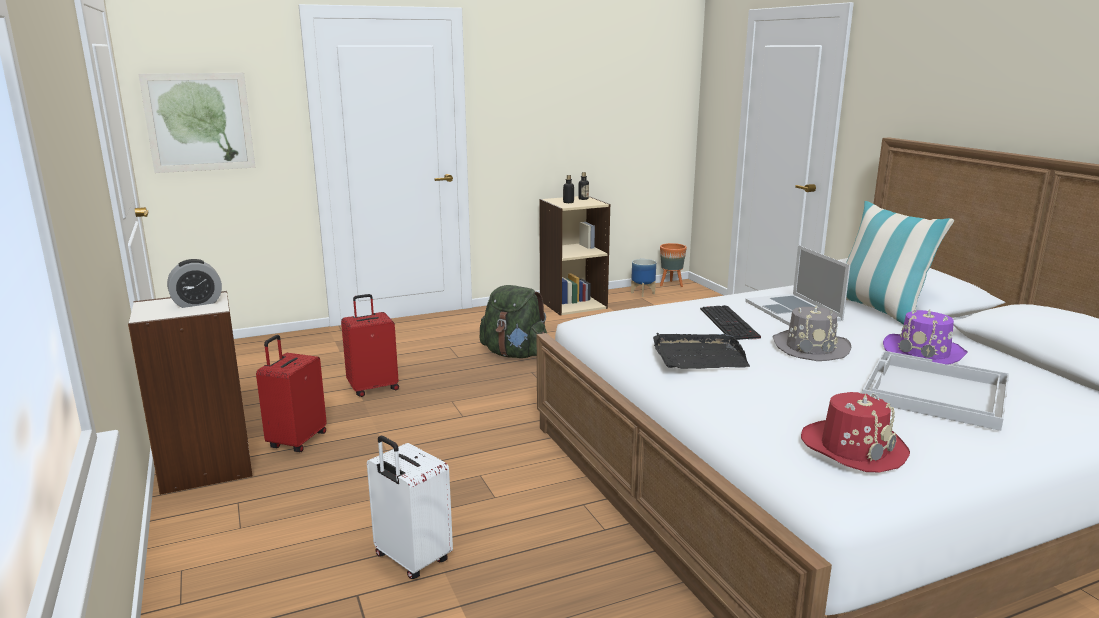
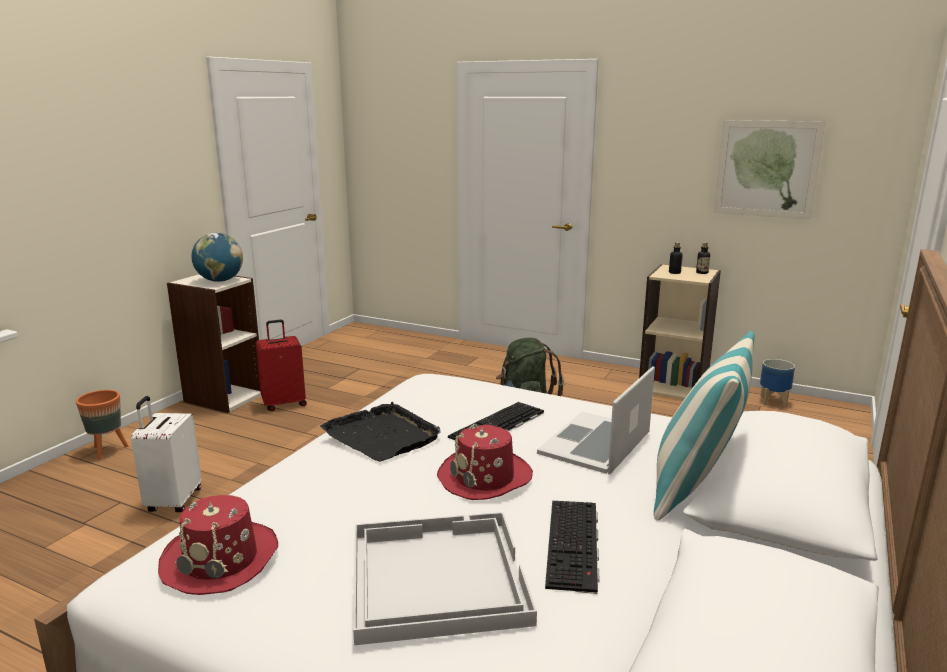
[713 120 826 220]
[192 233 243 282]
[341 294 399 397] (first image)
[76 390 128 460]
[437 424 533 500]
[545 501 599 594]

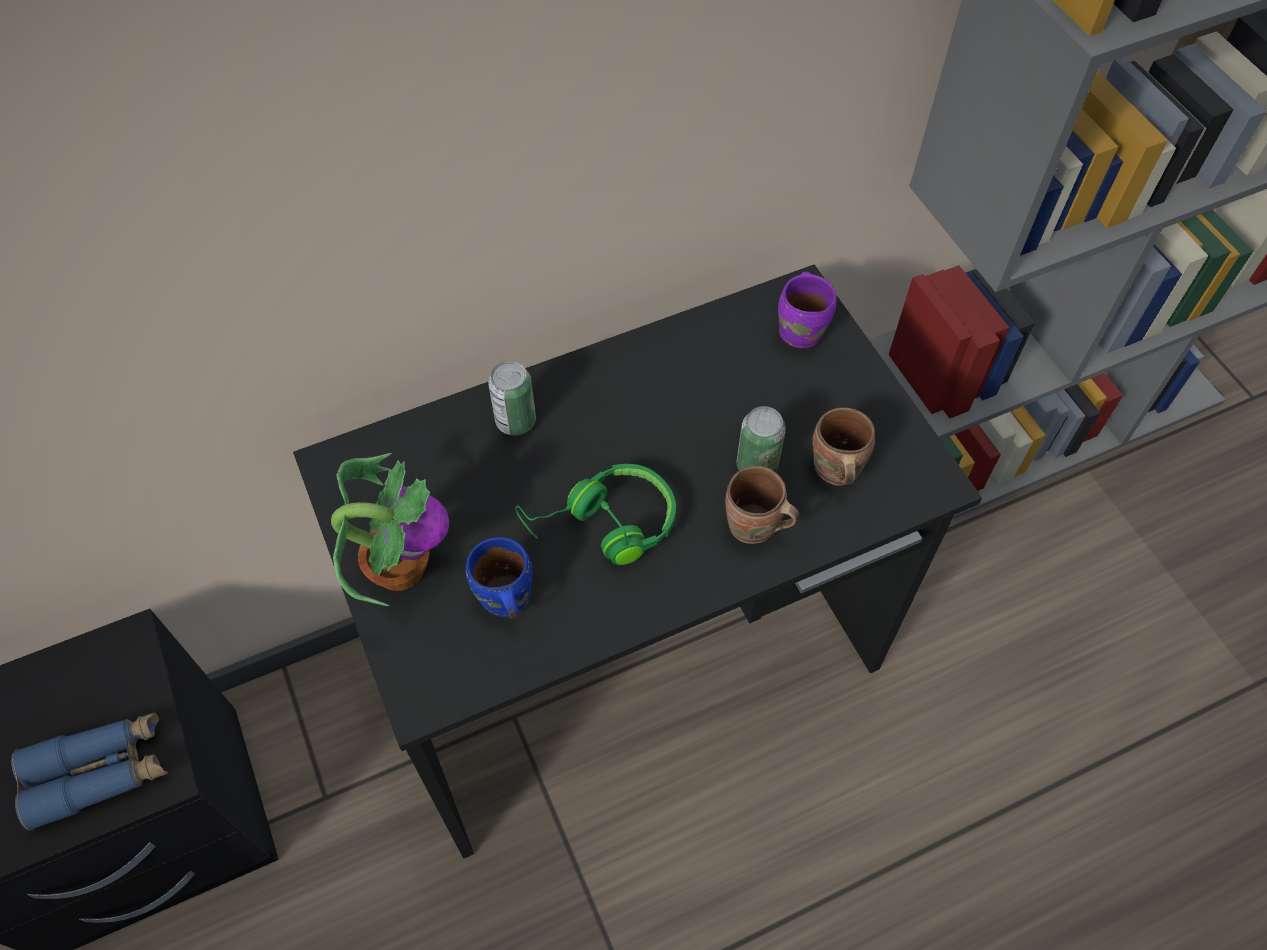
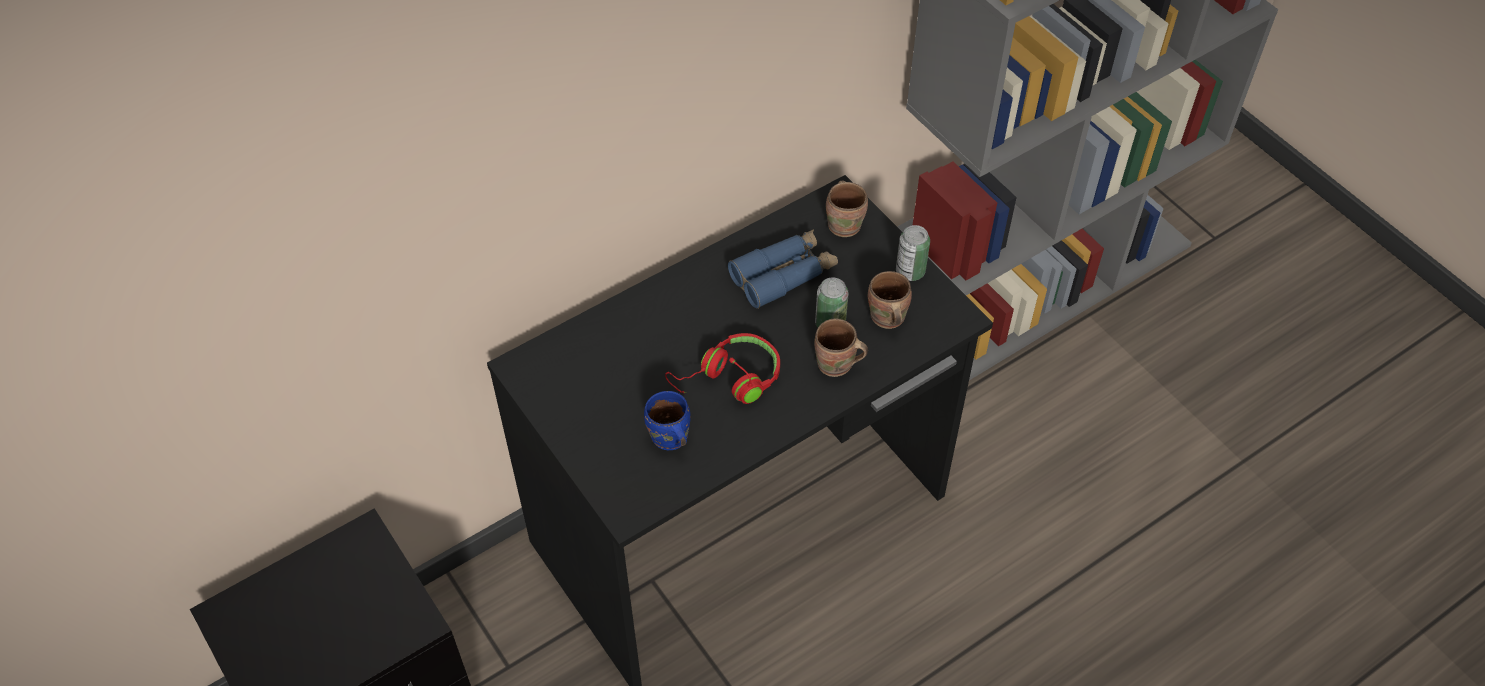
[728 229 838 309]
[331 453 449 606] (first image)
[896 225 930 281]
[665 333 780 404]
[826 181 868 237]

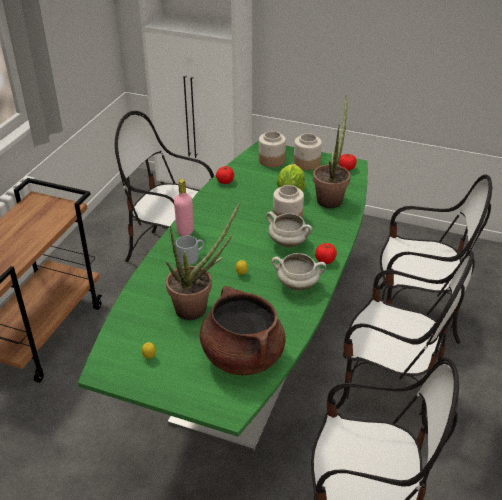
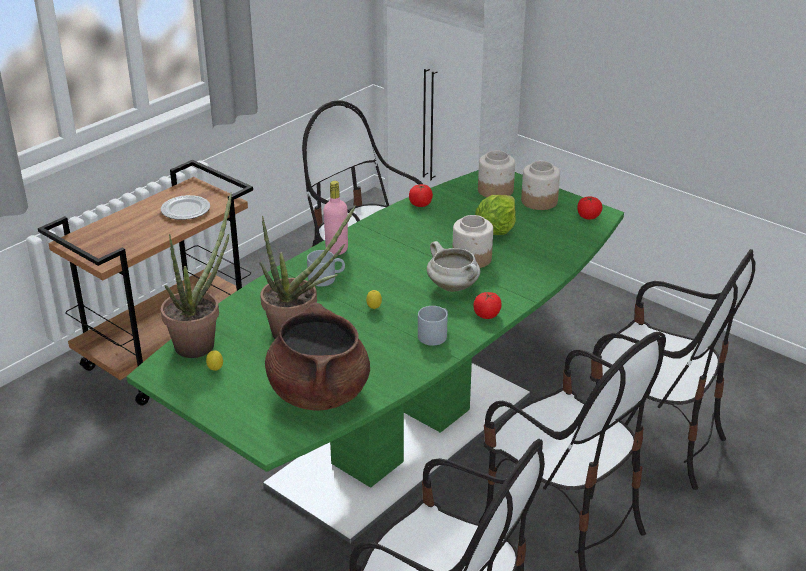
[418 306 448 346]
[161 192 232 358]
[161 195 210 220]

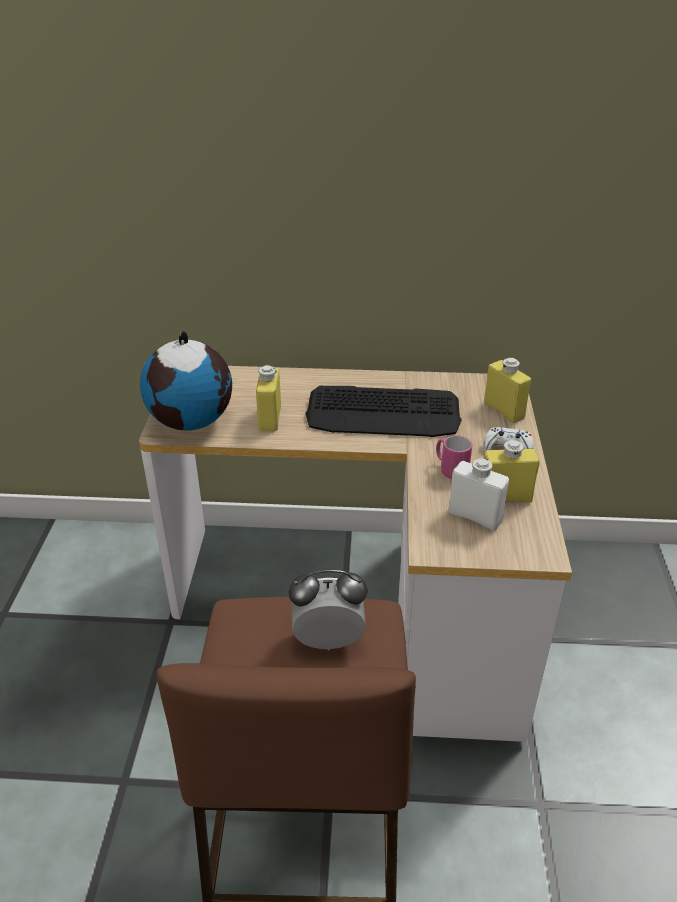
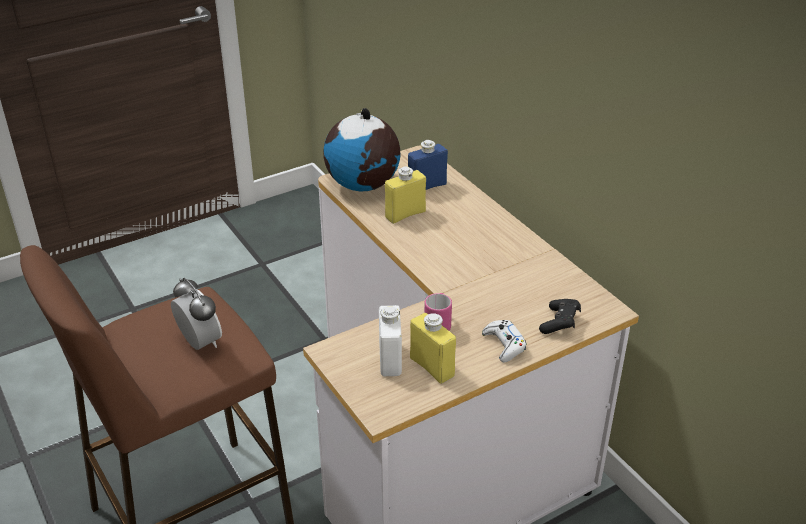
[305 386 462 437] (first image)
[539 299 581 334]
[408 140 448 190]

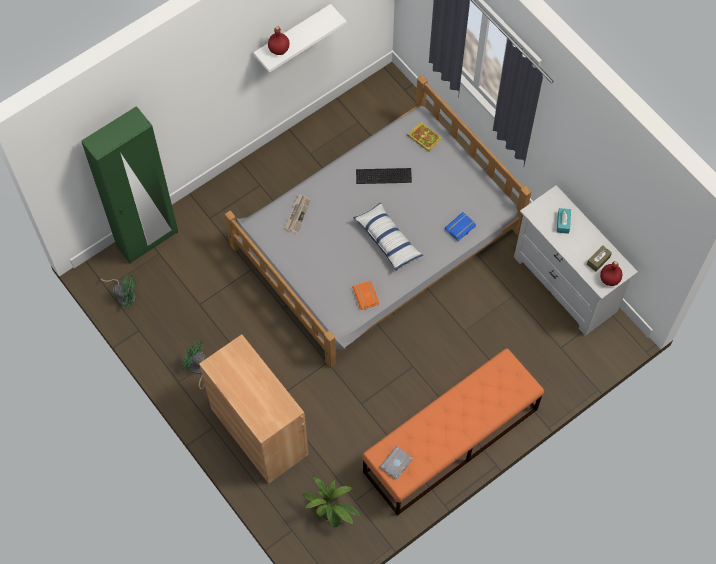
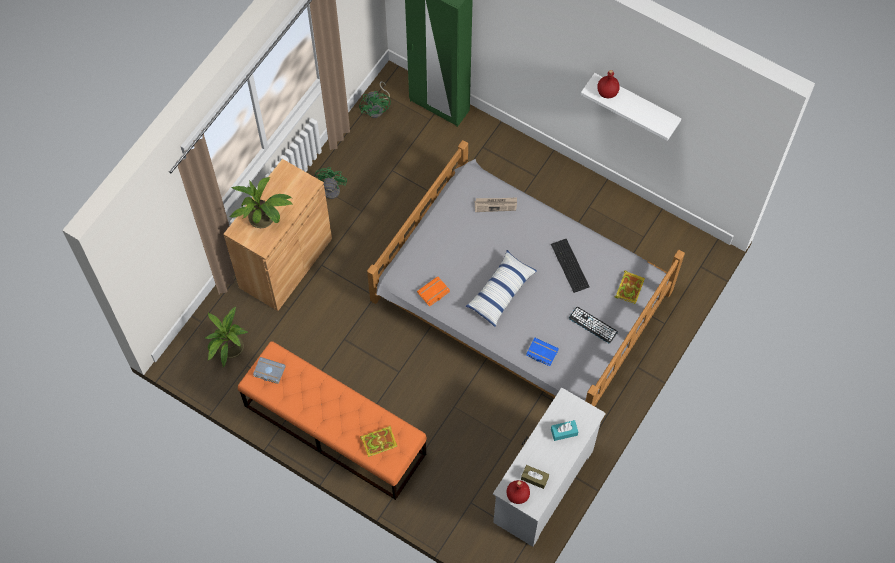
[229 177 293 228]
[360 426 397 457]
[569 307 618 344]

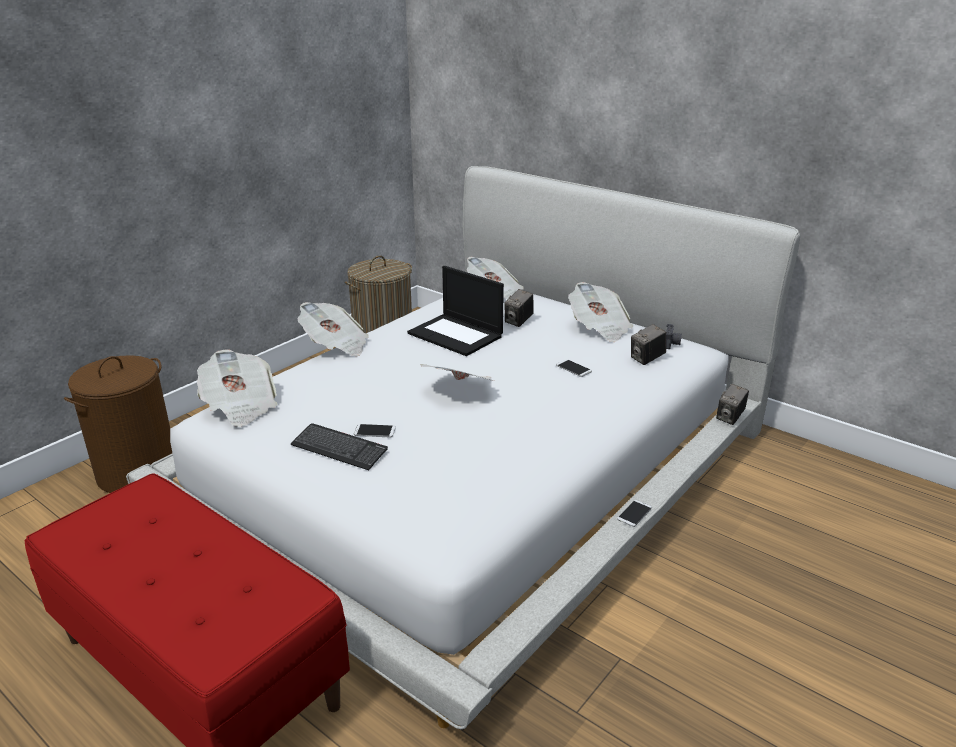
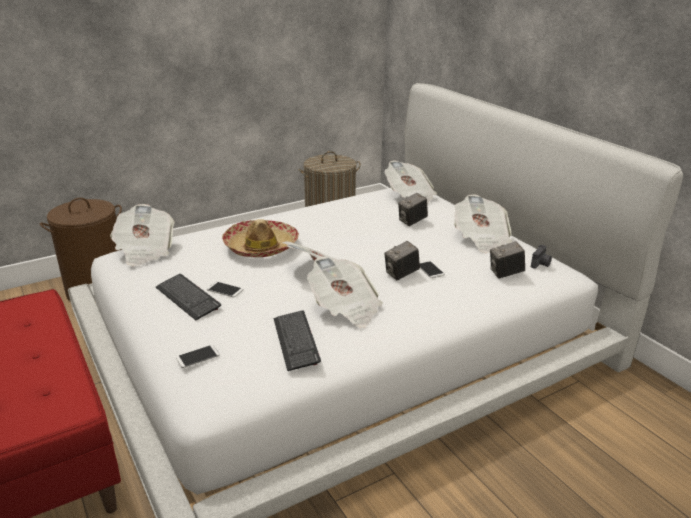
[307 256 383 328]
[407 266 504 356] (first image)
[176 345 220 368]
[384 241 420 280]
[222 219 299 257]
[274 311 321 371]

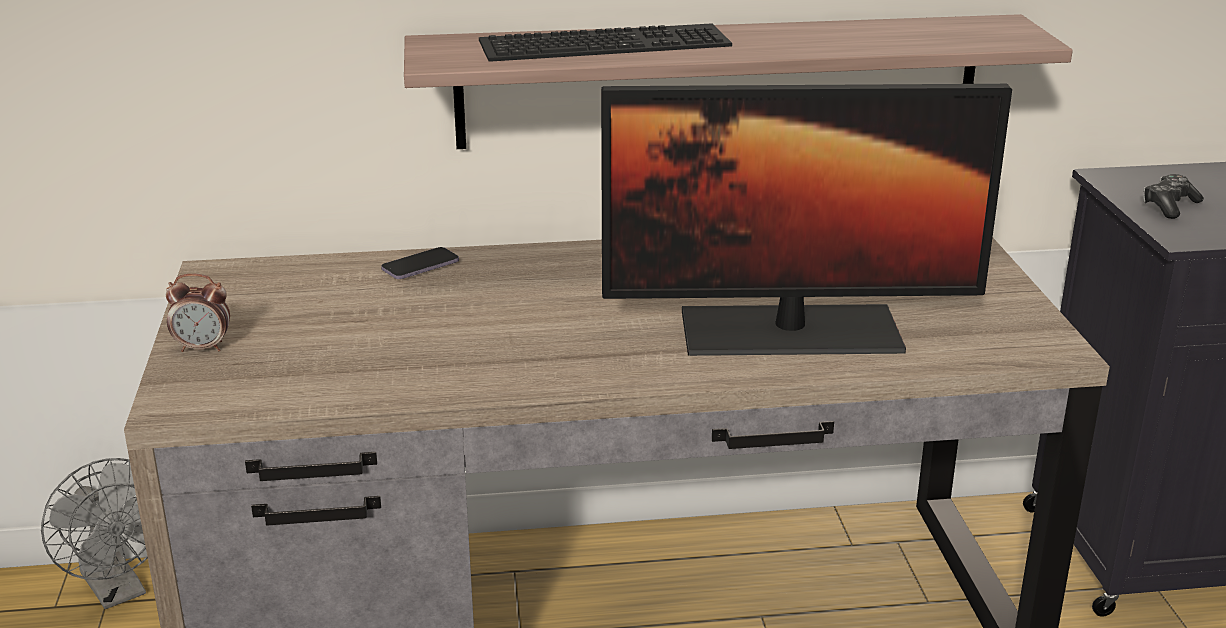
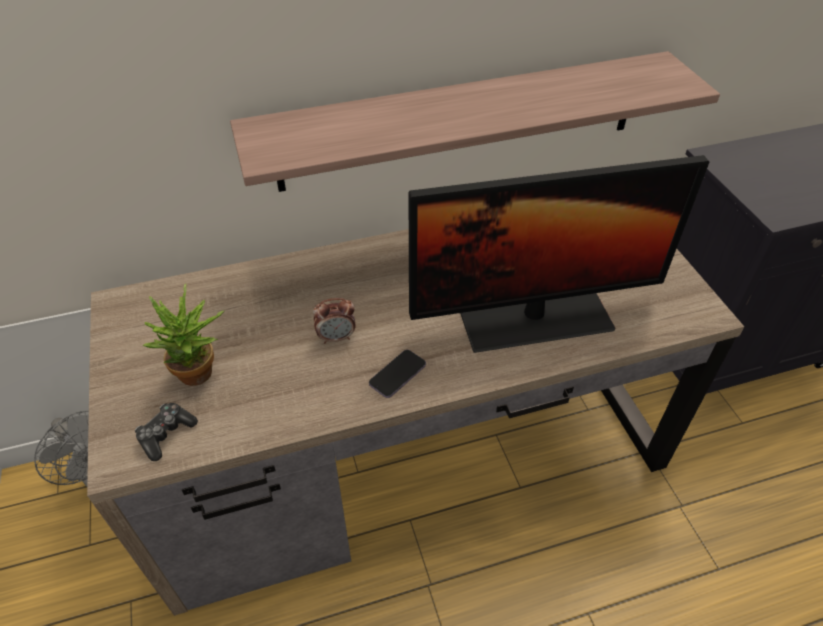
[313 298 355 344]
[369 350 426 398]
[479 23 732 62] (first image)
[135 403 198 461]
[143 284 224 386]

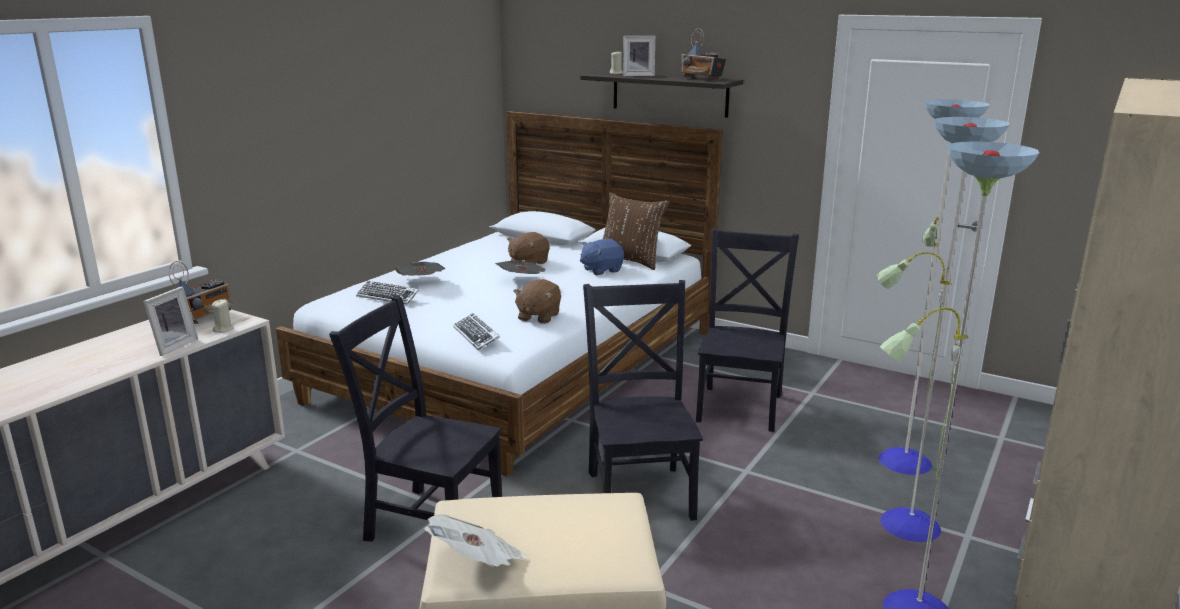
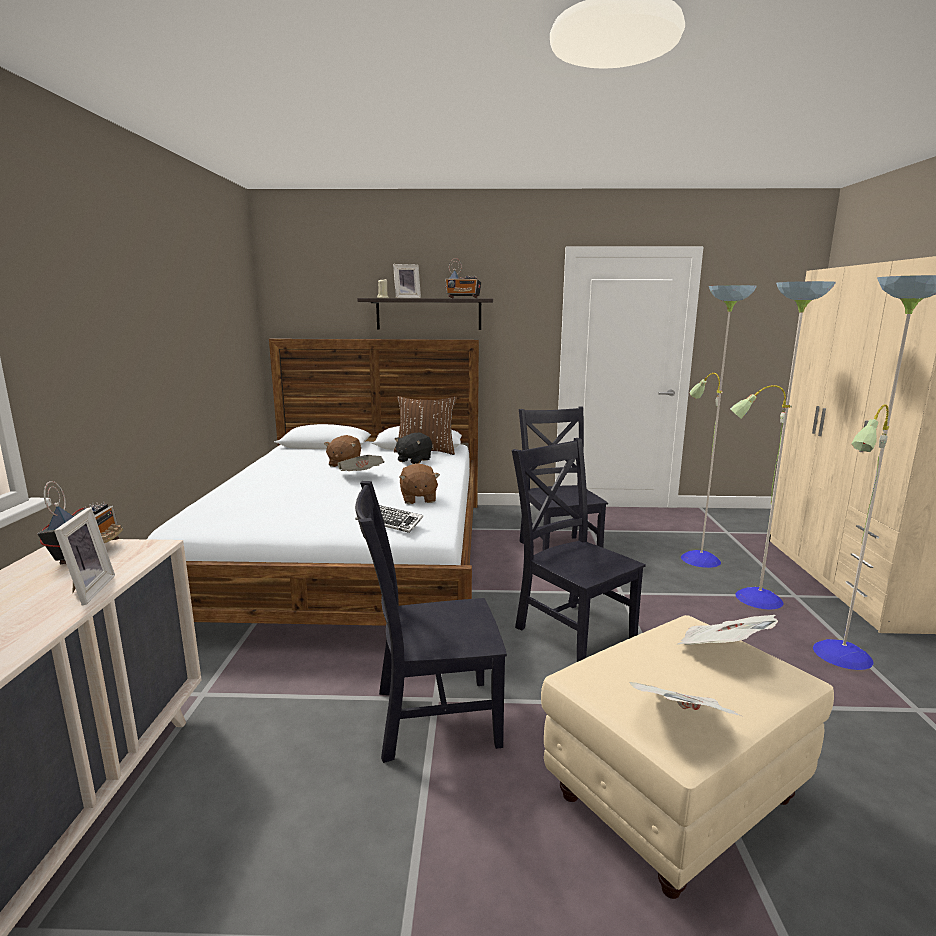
[212 299 233 333] (first image)
[356 281 419 305] (first image)
[677 615 778 645]
[395 432 432 464]

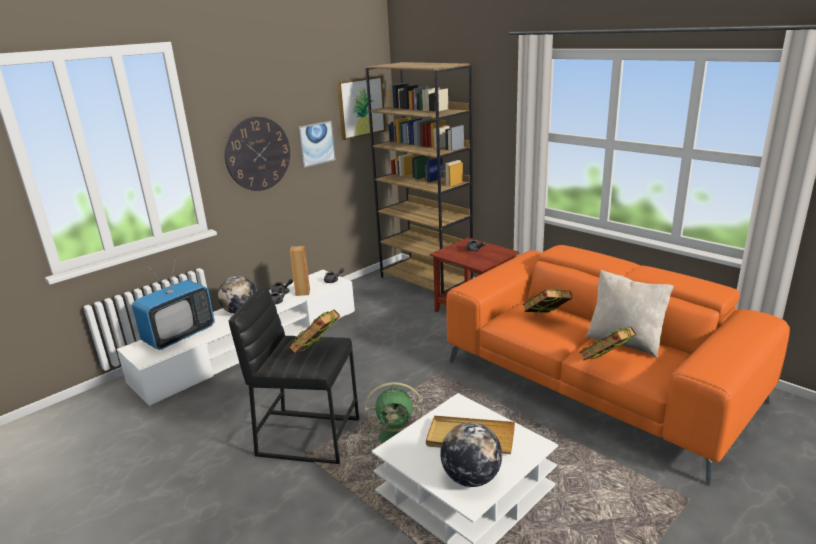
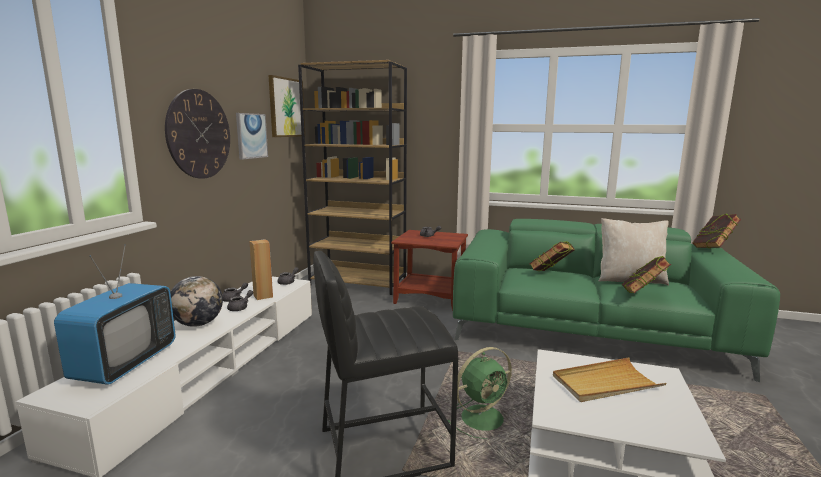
[692 213 741 249]
[440 422 502 487] (first image)
[453 219 780 382]

